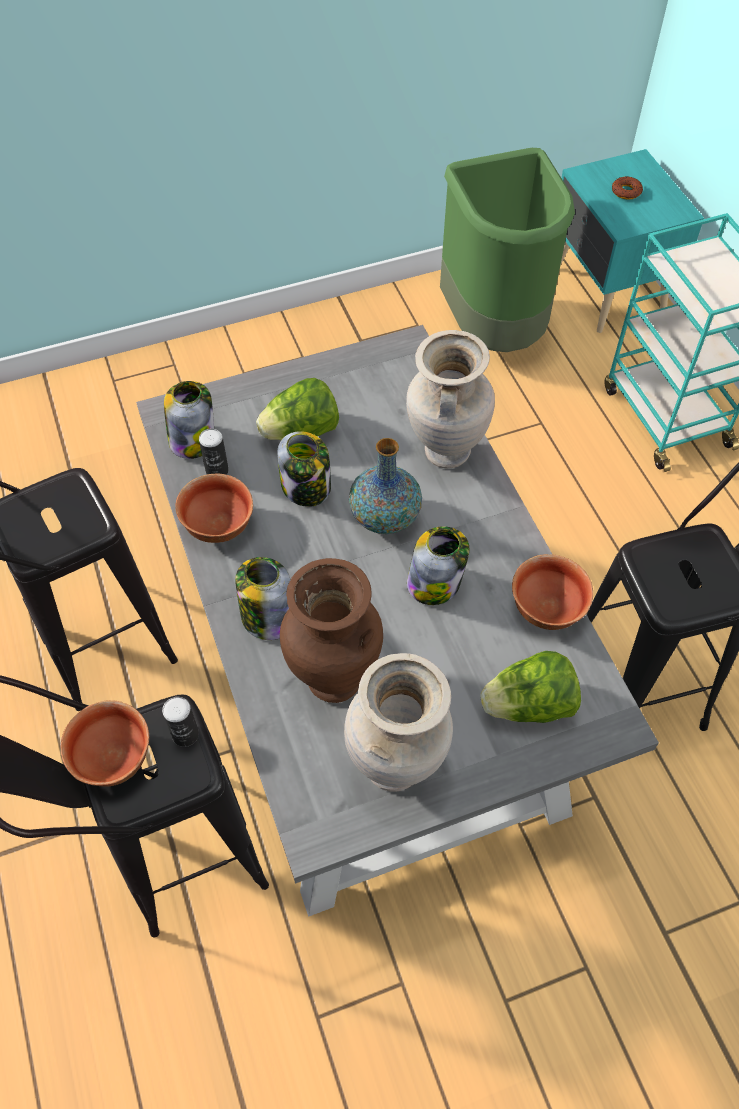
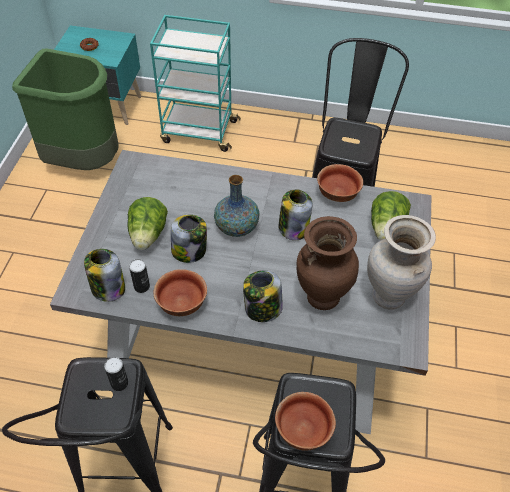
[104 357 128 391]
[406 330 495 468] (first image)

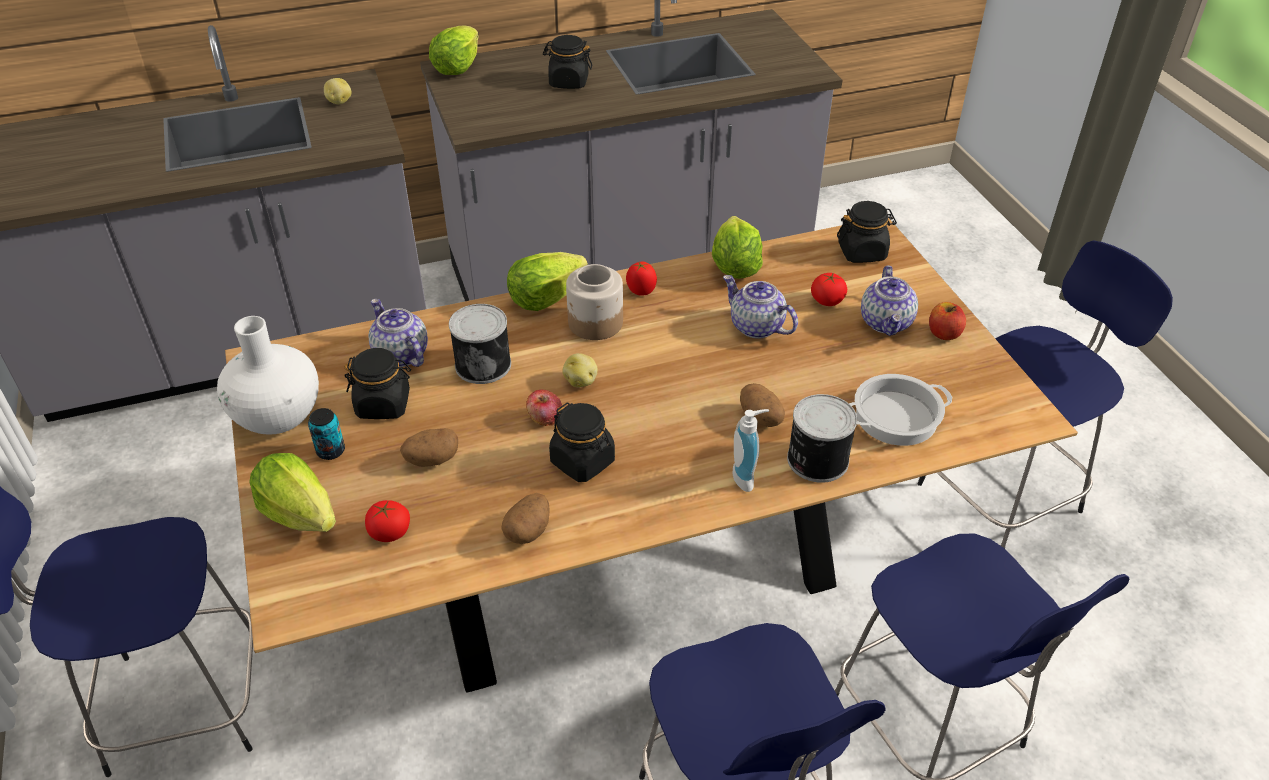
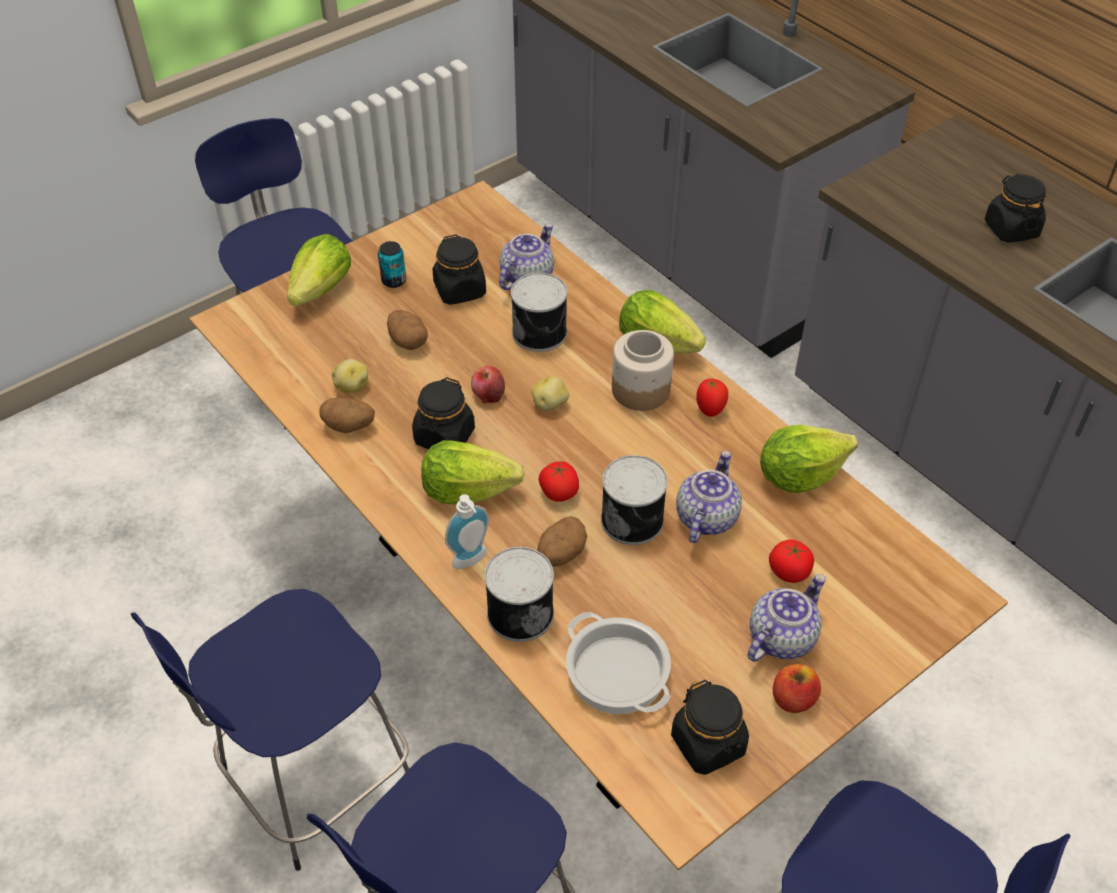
[217 316 319 434] (first image)
[332 359 368 393]
[539 461 579 502]
[421 440 524 504]
[671 680 749 775]
[748 574 826 662]
[601 455 668 545]

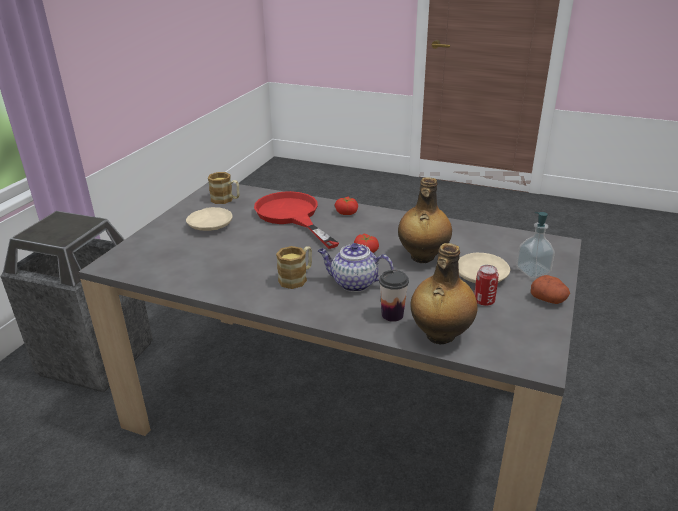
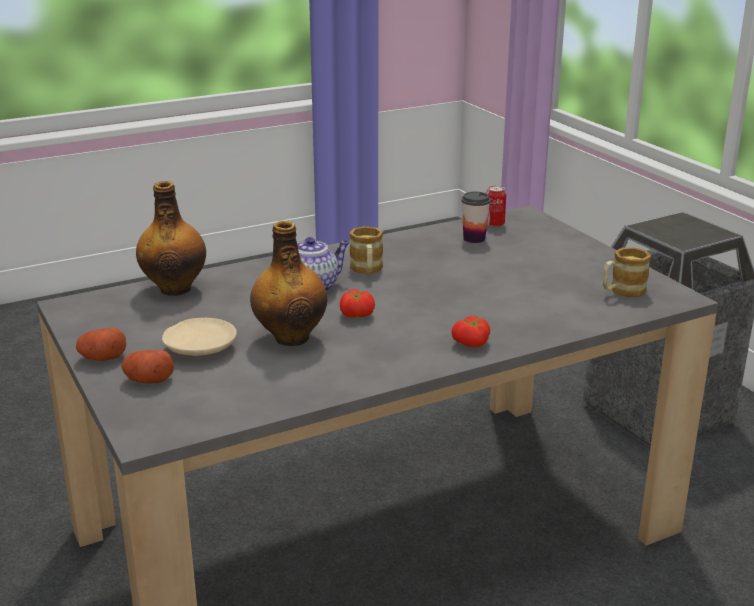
[186 207 233 231] (first image)
[254 191 339 249] (first image)
[461 191 491 243]
[486 185 506 227]
[121 350 174 383]

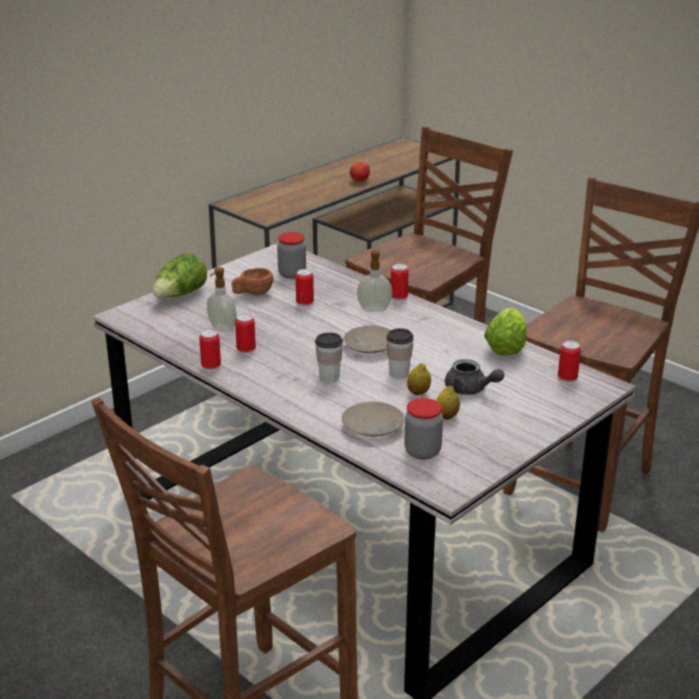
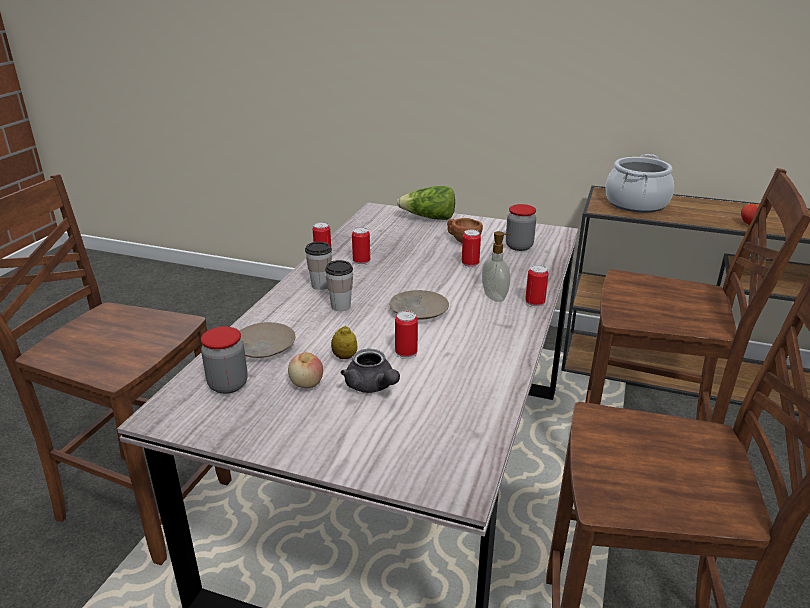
[207 267 237 332] (first image)
[305 242 332 290]
[288 352 323 388]
[340 349 400 393]
[484 308 527 356] (first image)
[395 311 418 359]
[605 154 674 213]

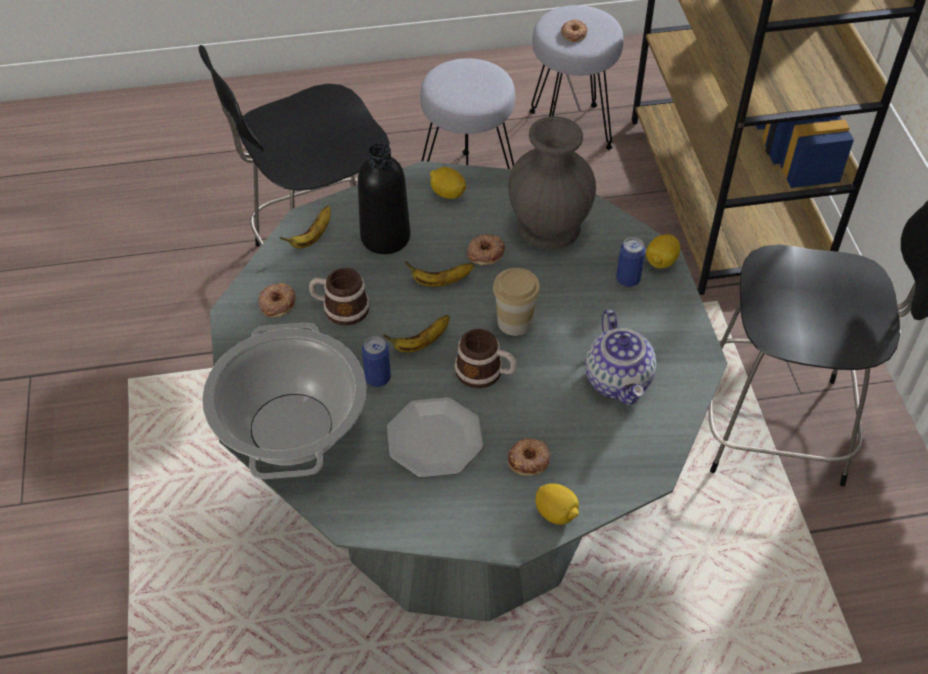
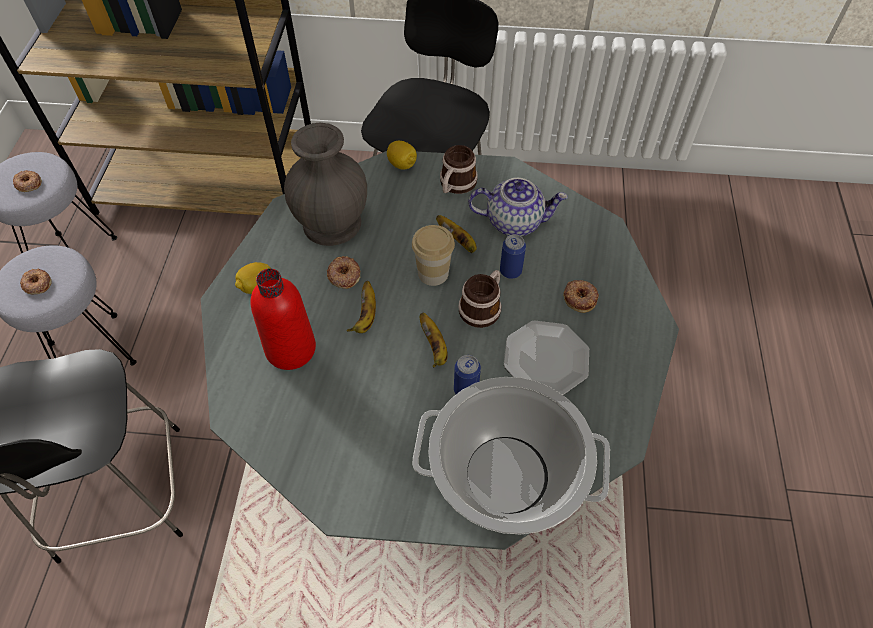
[20 268 52 294]
[436 215 477 253]
[440 145 478 194]
[251 268 316 370]
[535 483 579 525] (first image)
[500 234 526 279]

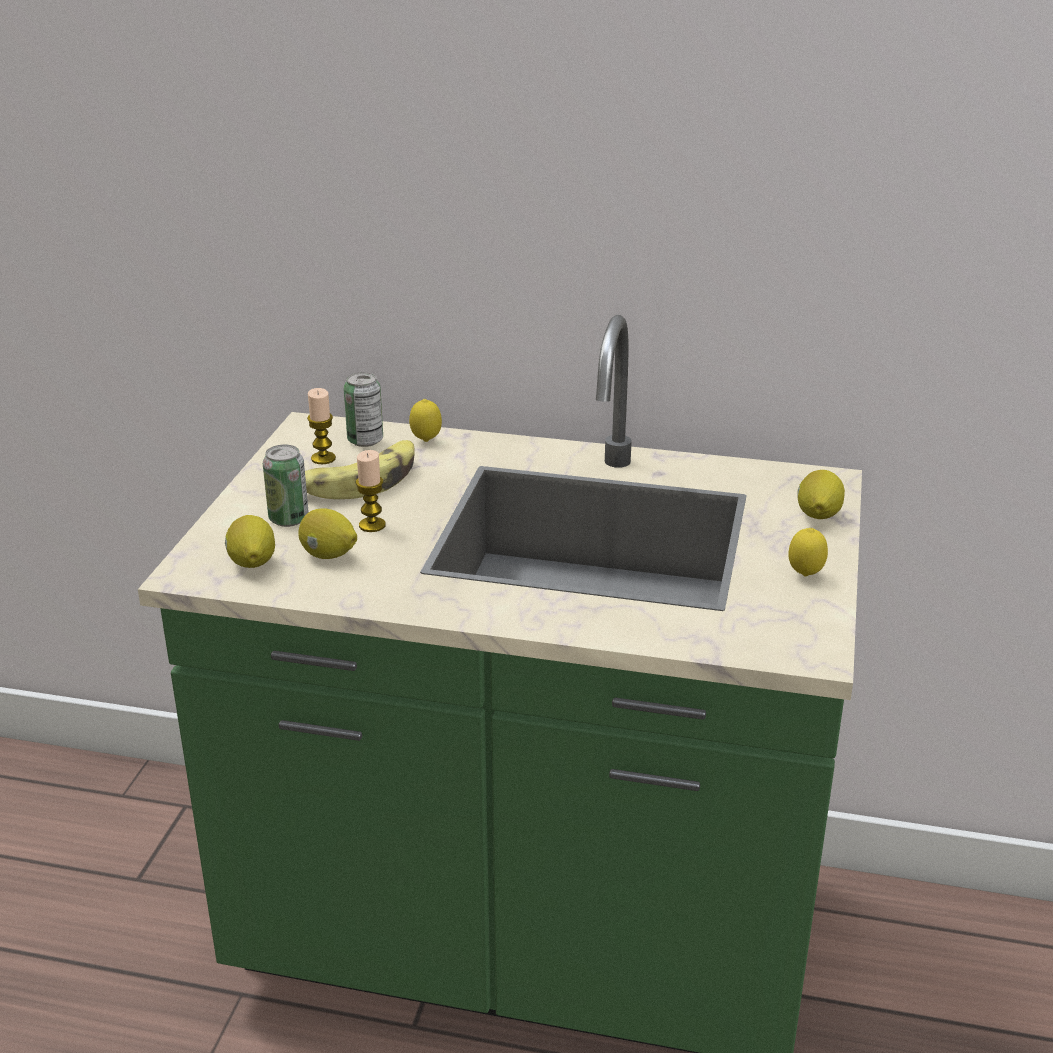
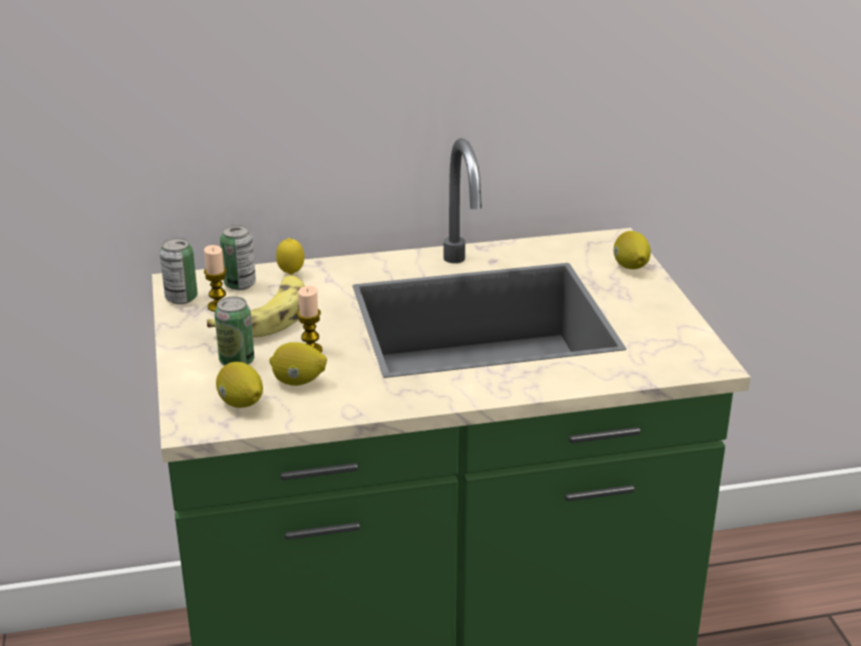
[788 528 828 576] (first image)
[160 238 198 304]

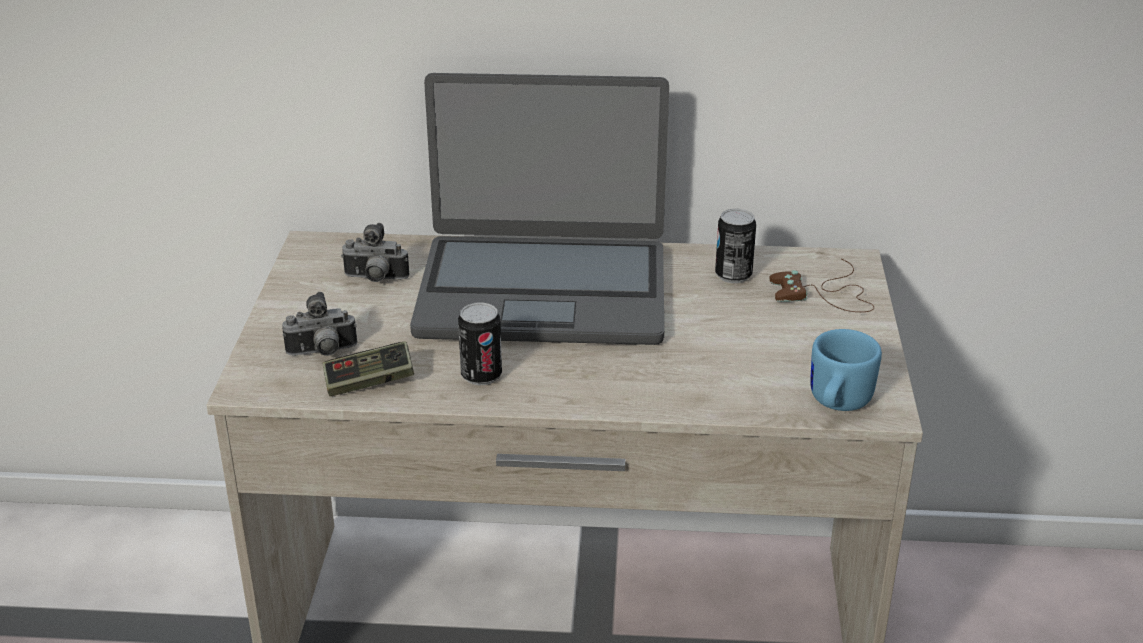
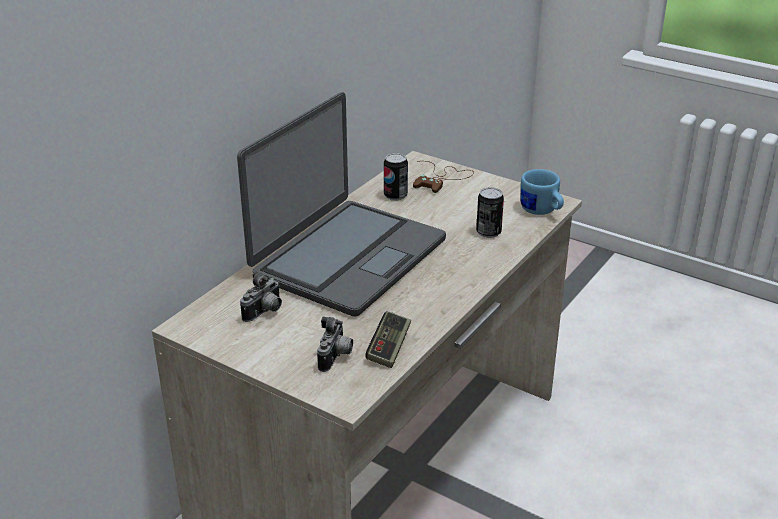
[476 187 504 238]

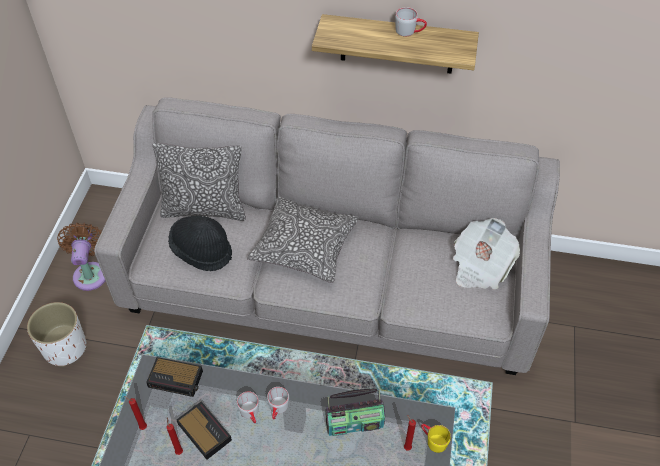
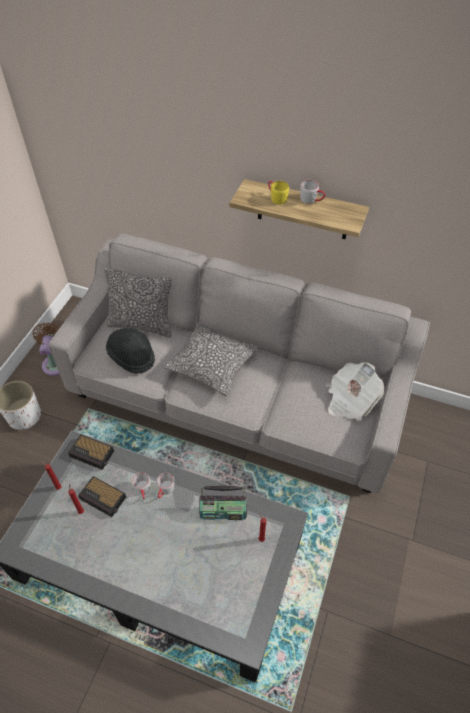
[78 476 126 517]
[268 180 289 204]

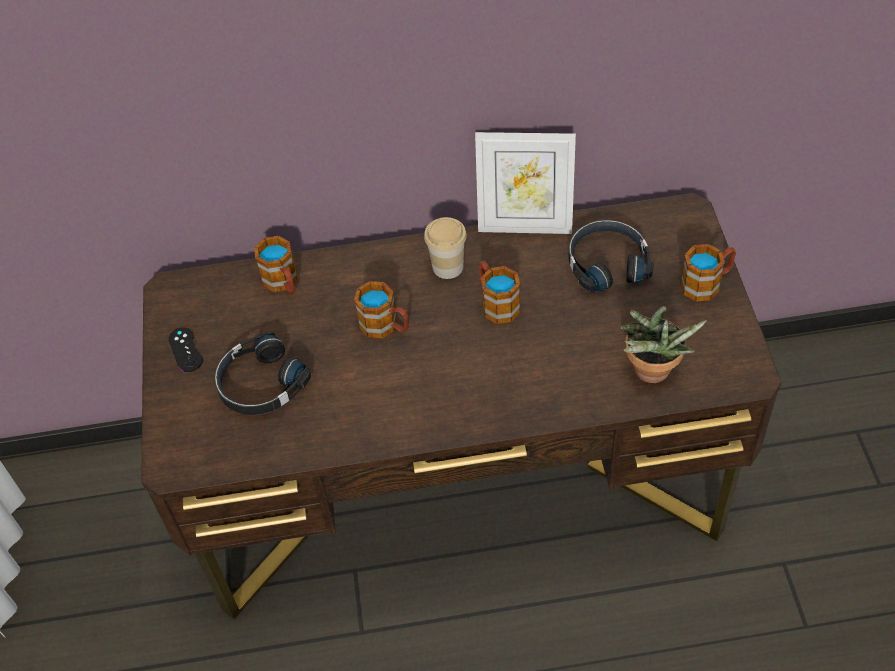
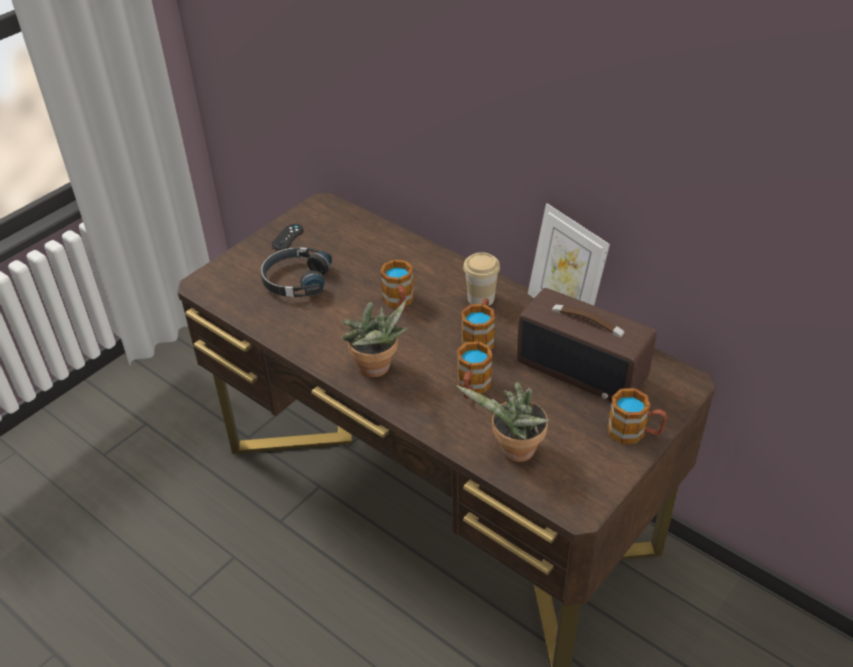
[457 341 493 398]
[517 288 656 402]
[341 300 409 377]

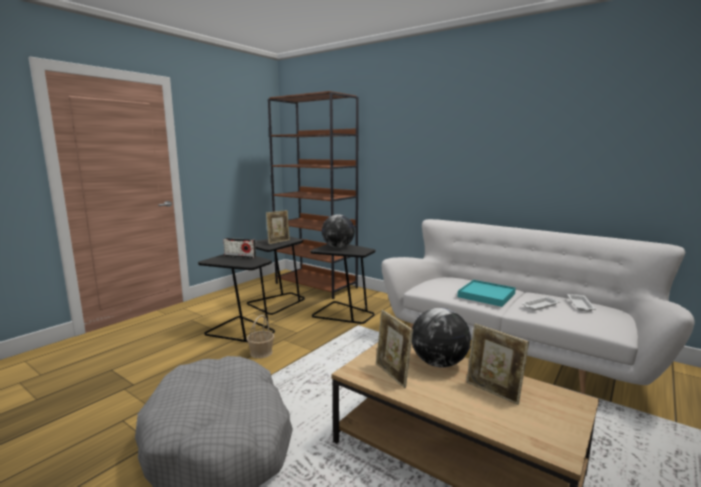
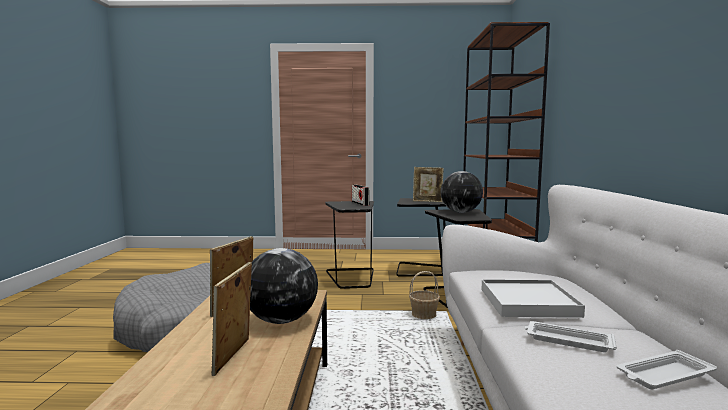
[409 271 440 319]
[481 279 585 318]

